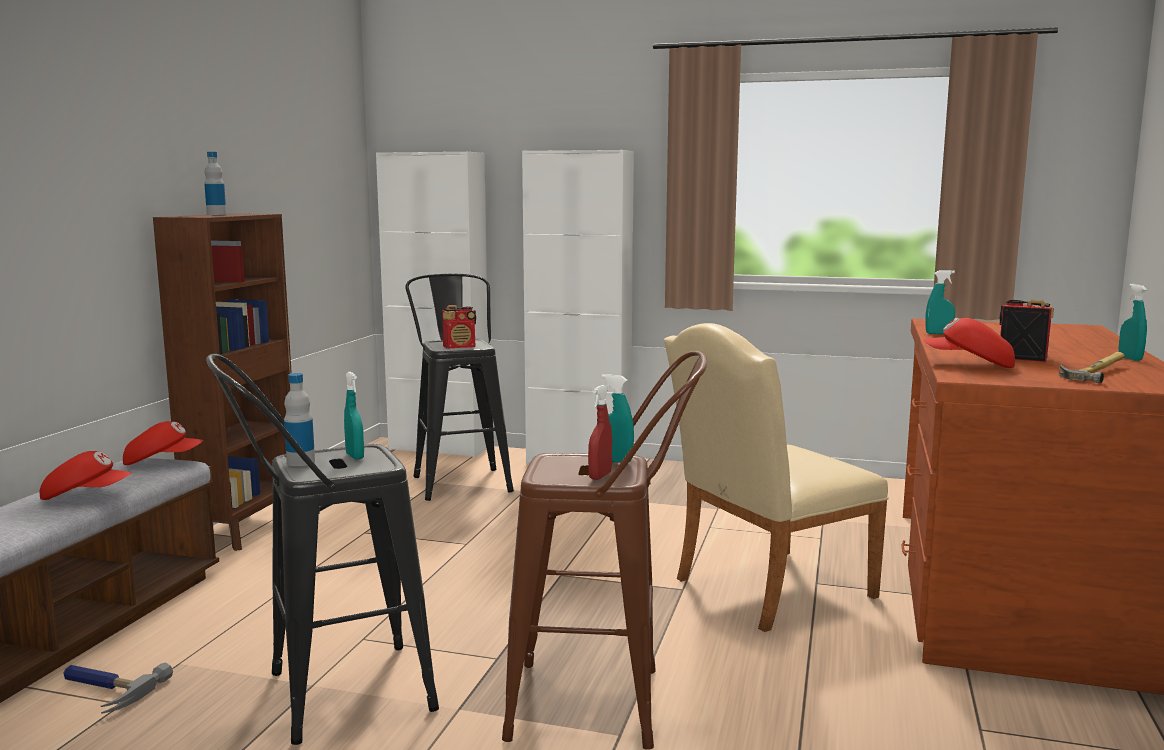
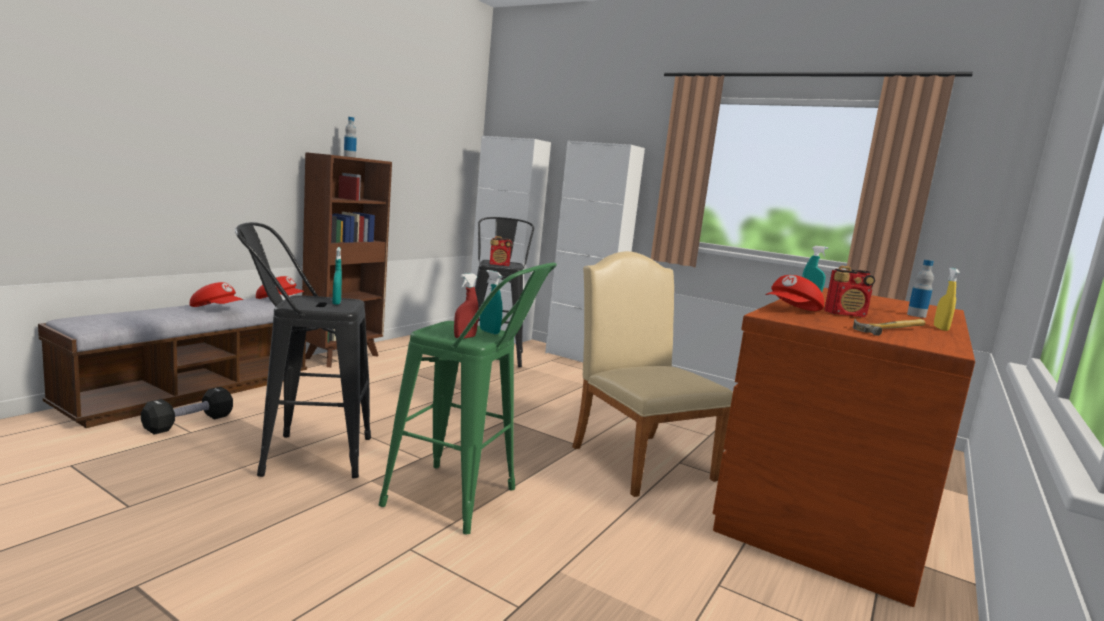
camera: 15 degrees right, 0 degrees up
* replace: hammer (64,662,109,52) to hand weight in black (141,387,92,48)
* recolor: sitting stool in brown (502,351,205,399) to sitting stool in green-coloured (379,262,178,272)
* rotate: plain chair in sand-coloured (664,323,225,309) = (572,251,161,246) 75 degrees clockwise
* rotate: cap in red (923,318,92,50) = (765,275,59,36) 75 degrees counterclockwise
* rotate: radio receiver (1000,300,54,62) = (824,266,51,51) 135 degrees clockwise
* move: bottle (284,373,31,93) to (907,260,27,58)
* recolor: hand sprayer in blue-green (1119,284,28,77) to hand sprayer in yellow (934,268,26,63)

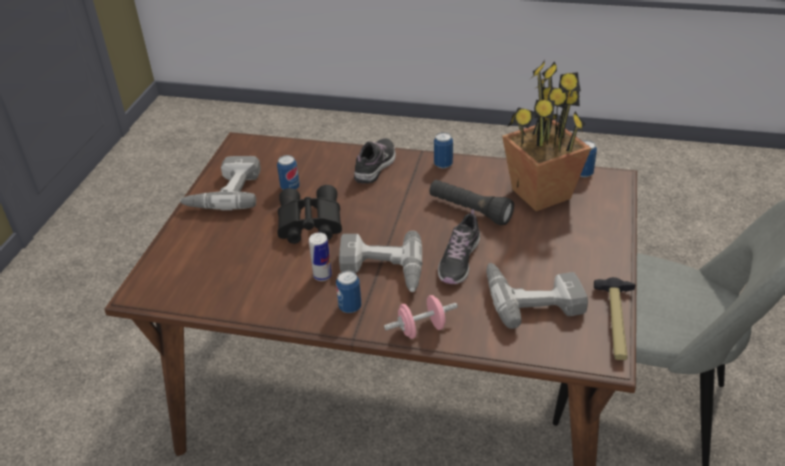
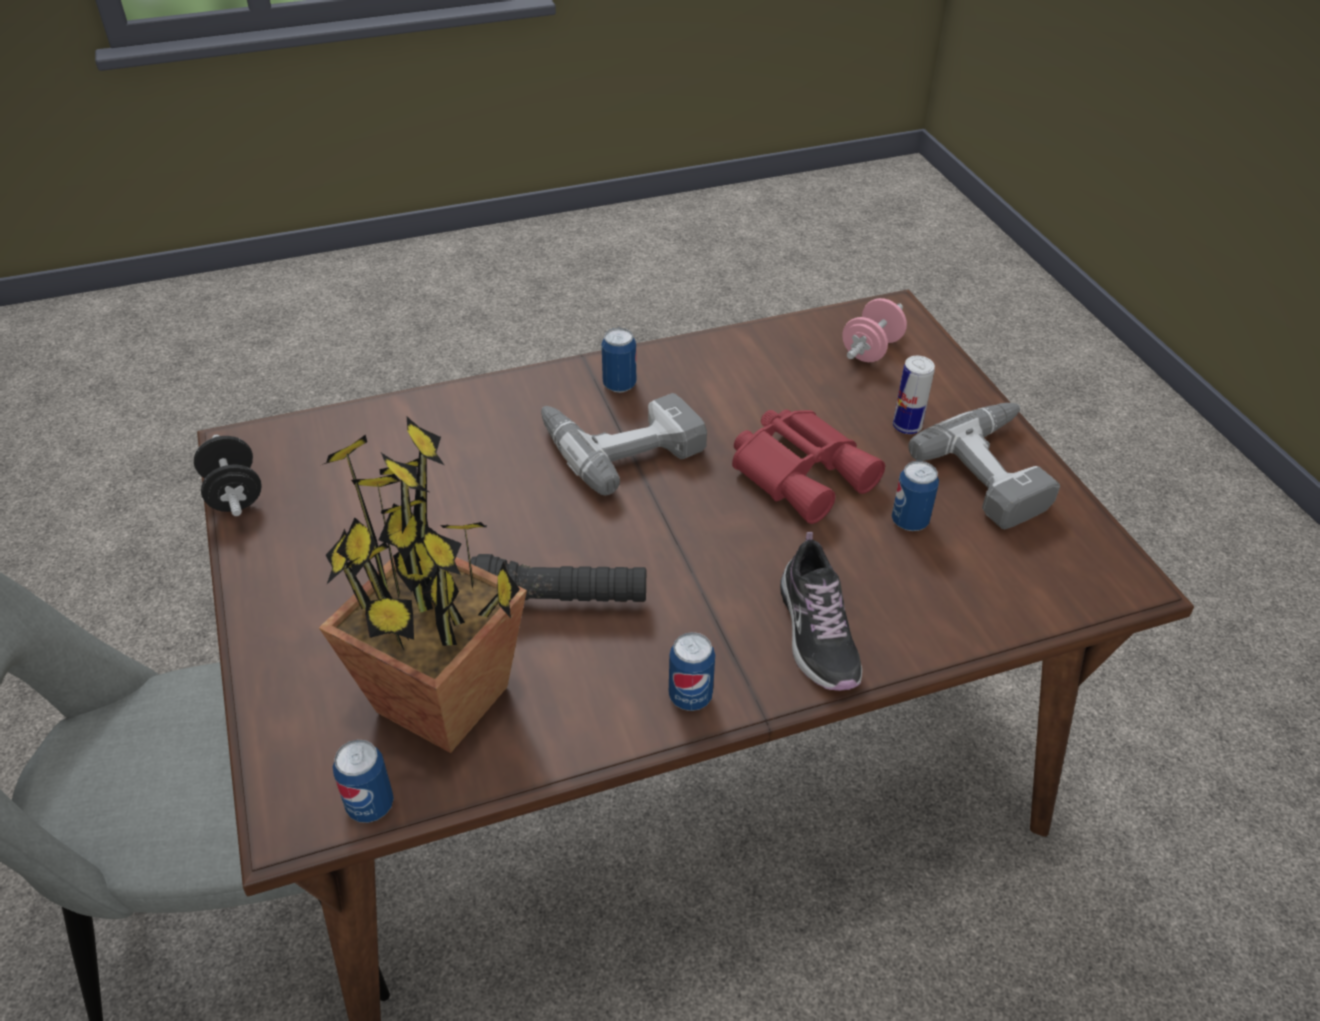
camera: 145 degrees right, 5 degrees up
* replace: hammer (594,277,41,83) to hand weight in black (194,434,68,82)
* recolor: pair of binoculars in black (277,185,65,59) to pair of binoculars in red (732,409,153,115)
* move: hand weight in pink (384,295,74,44) to (842,298,65,64)
* move: metal can (309,232,23,49) to (893,356,42,78)
* delete: item of footwear (438,209,42,75)
* delete: power drill (486,263,102,66)

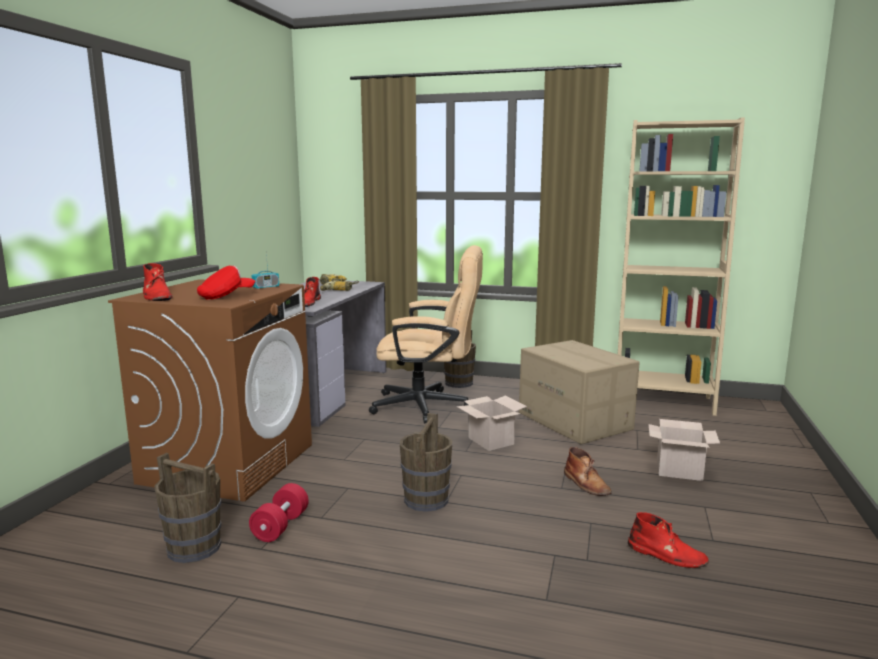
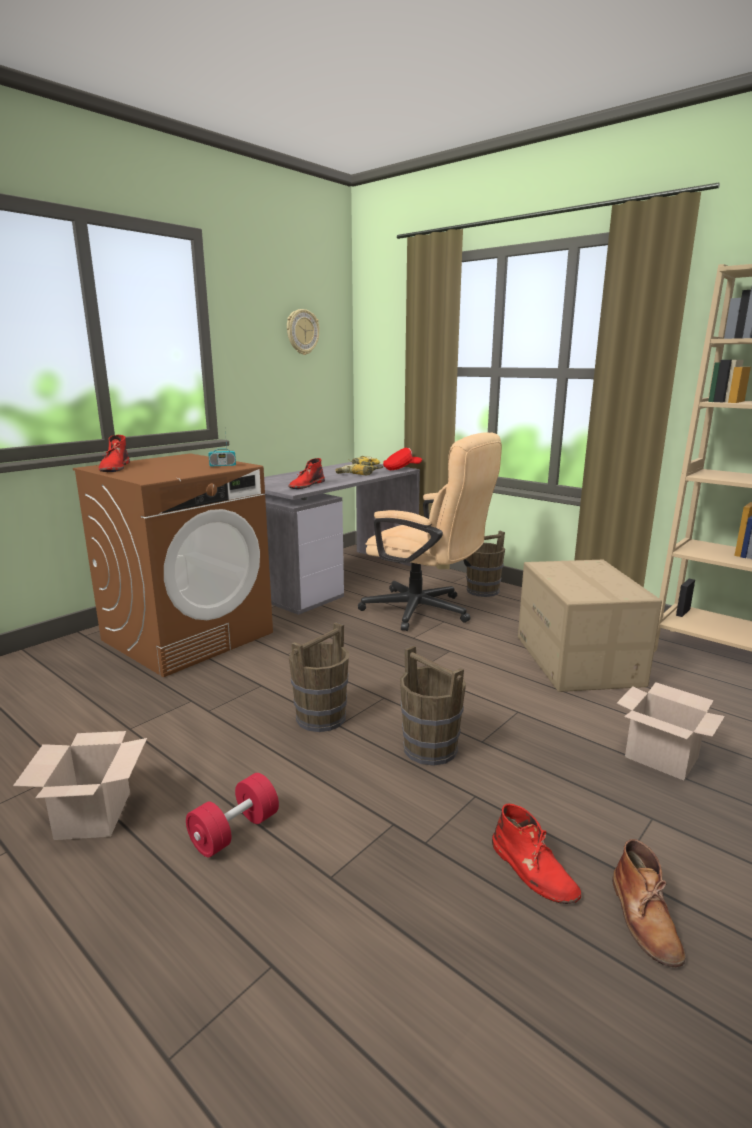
camera: 25 degrees right, 5 degrees up
* move: cardboard box (456,396,71,55) to (13,731,134,109)
* move: hand weight in red (249,483,60,59) to (186,773,93,84)
* insert: clock on the wall (287,309,33,46)
* move: cap in red (197,266,58,34) to (383,448,39,22)
* move: pail in brown (154,453,67,110) to (400,645,66,121)
* move: high-top boot in brown (564,447,48,49) to (612,839,74,128)

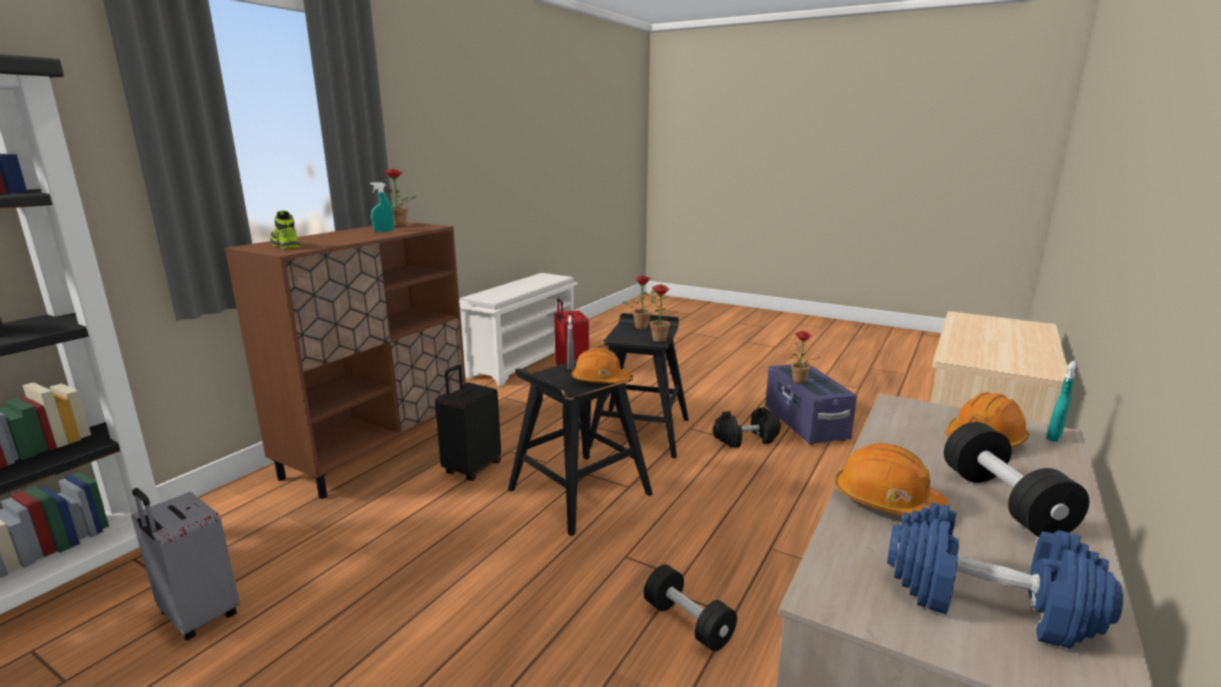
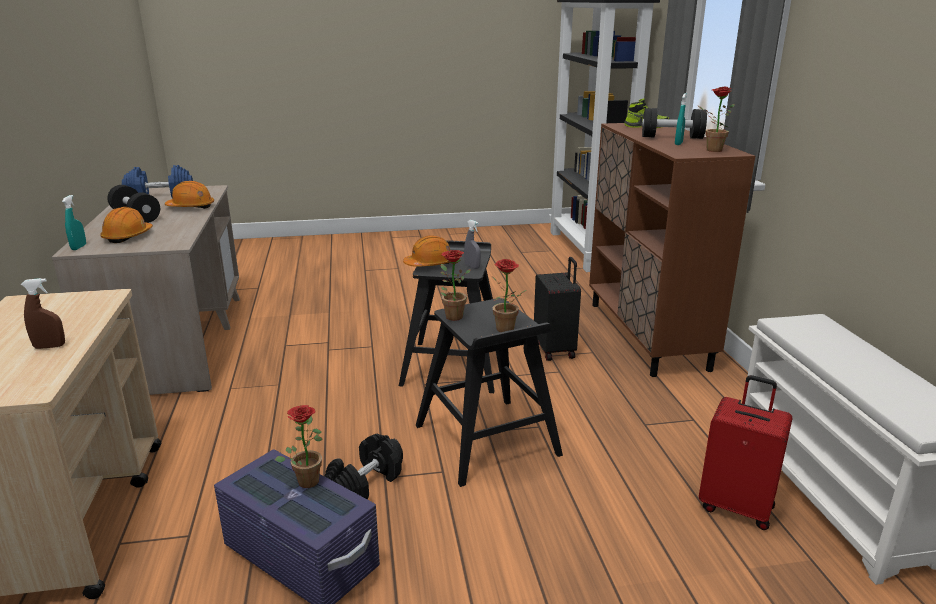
camera: 140 degrees right, 5 degrees up
* insert: hand sprayer in brown (21,278,44,71)
* move: hand weight in black (644,564,93,87) to (642,108,65,31)
* delete: piece of luggage in gray (131,488,109,152)

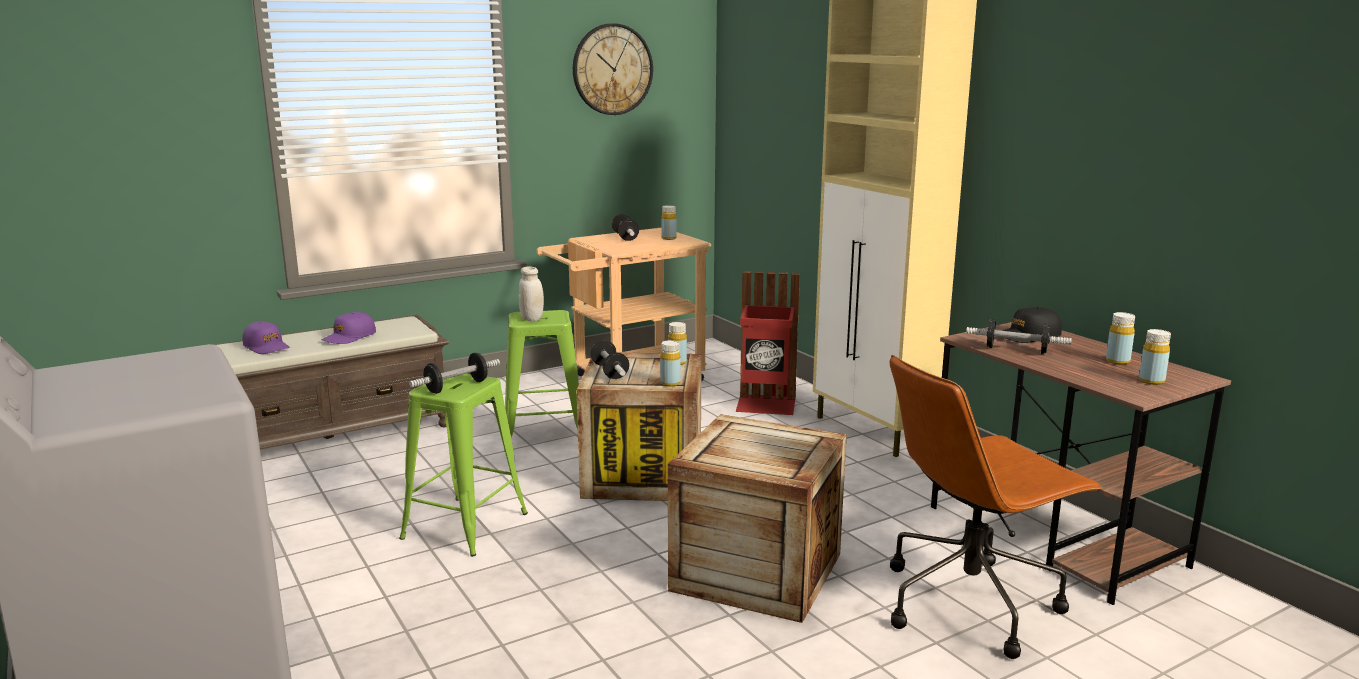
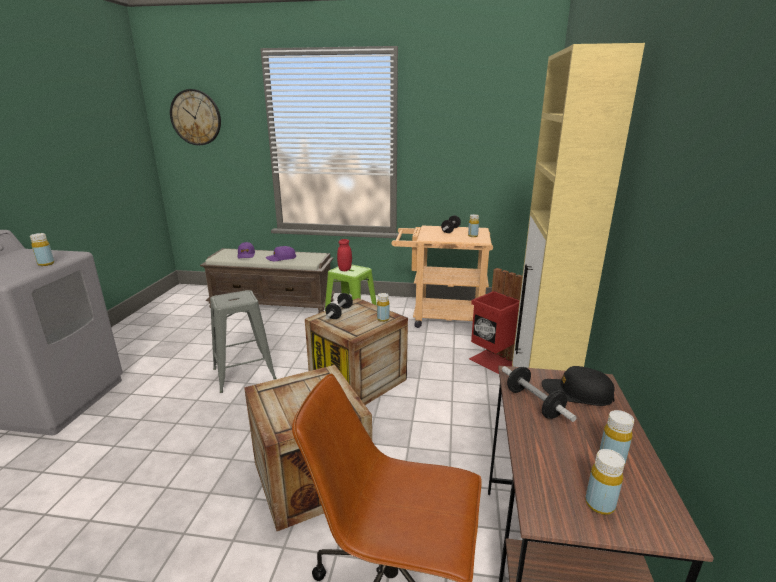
camera: 40 degrees right, 5 degrees up
* move: bottle in yellow (660,340,21,47) to (30,233,24,33)
* move: clock on the wall (573,23,80,92) to (170,89,51,56)
* recolor: sitting stool in green-coloured (399,374,129,183) to sitting stool in gray (210,290,66,103)
* recolor: storage jar in whitish (519,266,25,55) to storage jar in red (337,239,15,32)
* delete: hand weight (409,353,91,41)

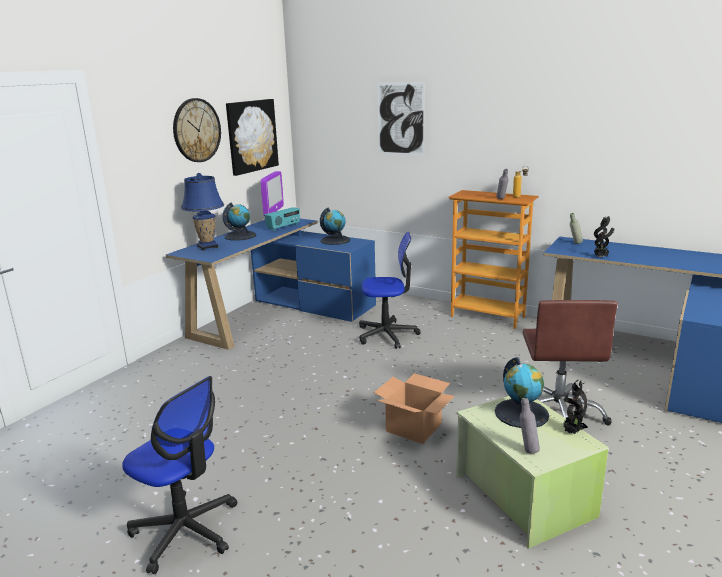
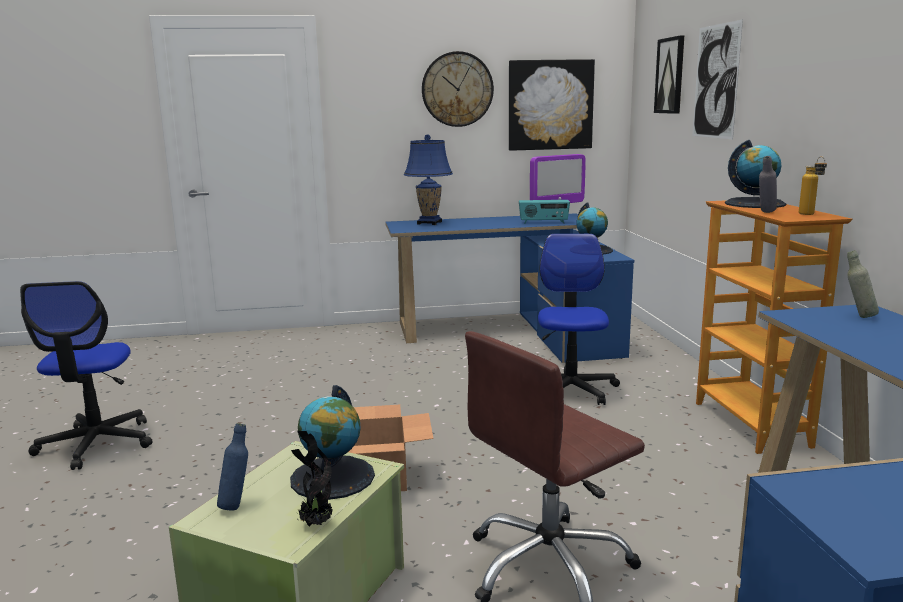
camera: 50 degrees right, 5 degrees down
* recolor: bottle in gray (520,398,20,55) to bottle in blue (217,423,31,87)
* rotate: desk chair (359,232,62,117) = (538,234,82,171) 135 degrees counterclockwise
* insert: picture (654,35,30,79)
* move: globe (223,203,33,38) to (725,140,61,68)
* delete: houseplant (594,216,21,42)

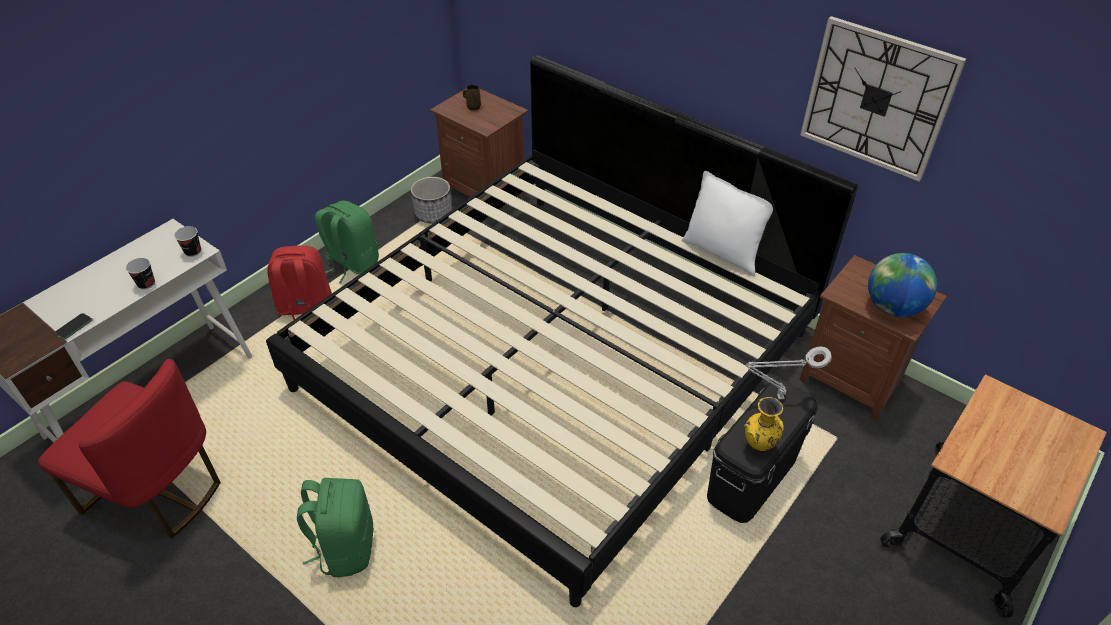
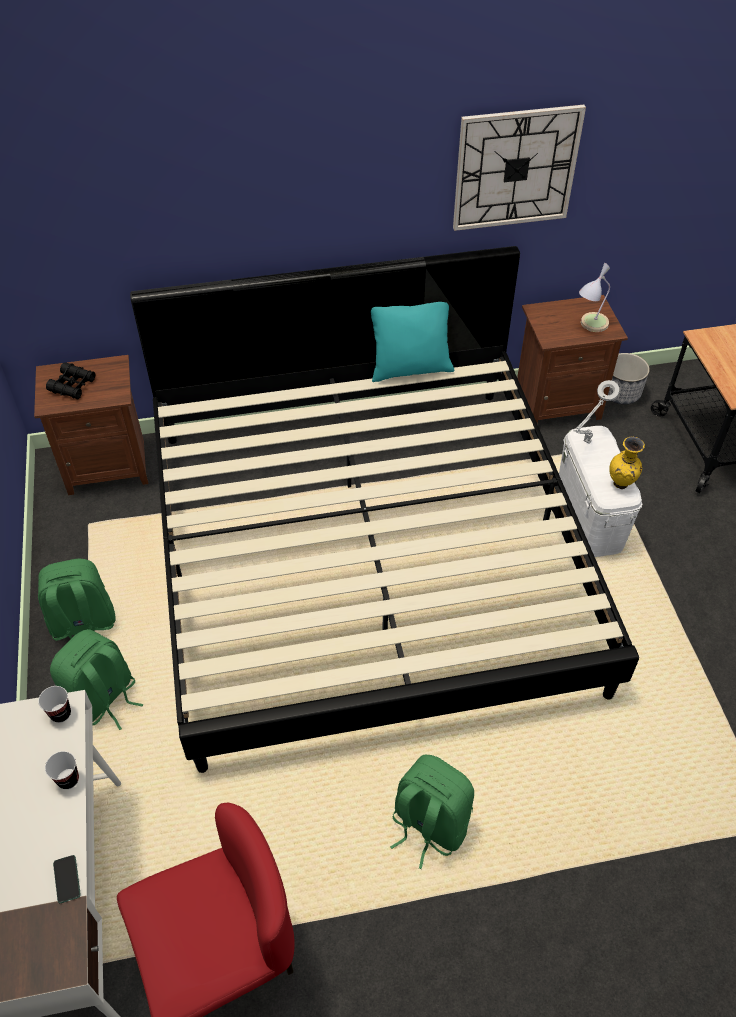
camera: 50 degrees left, 5 degrees up
* replace: mug in brown (463,84,18,26) to pair of binoculars in black (46,362,49,37)
* recolor: knapsack in red (267,245,65,75) to knapsack in green-coloured (50,629,93,101)
* recolor: throw pillow in whitish (682,171,91,105) to throw pillow in blue-green (371,302,83,80)
* recolor: storage container in black (707,380,111,143) to storage container in whitish (559,426,84,131)
* replace: globe (868,253,69,64) to table lamp (579,263,31,69)
* move: flower pot (411,177,41,46) to (608,353,42,51)

